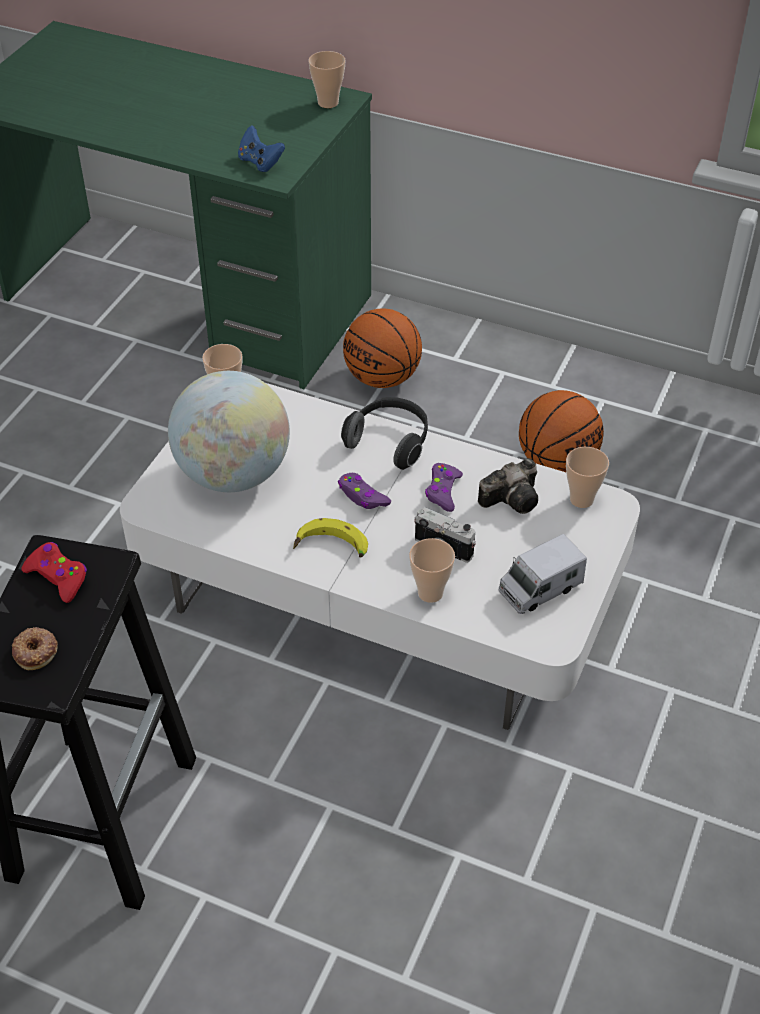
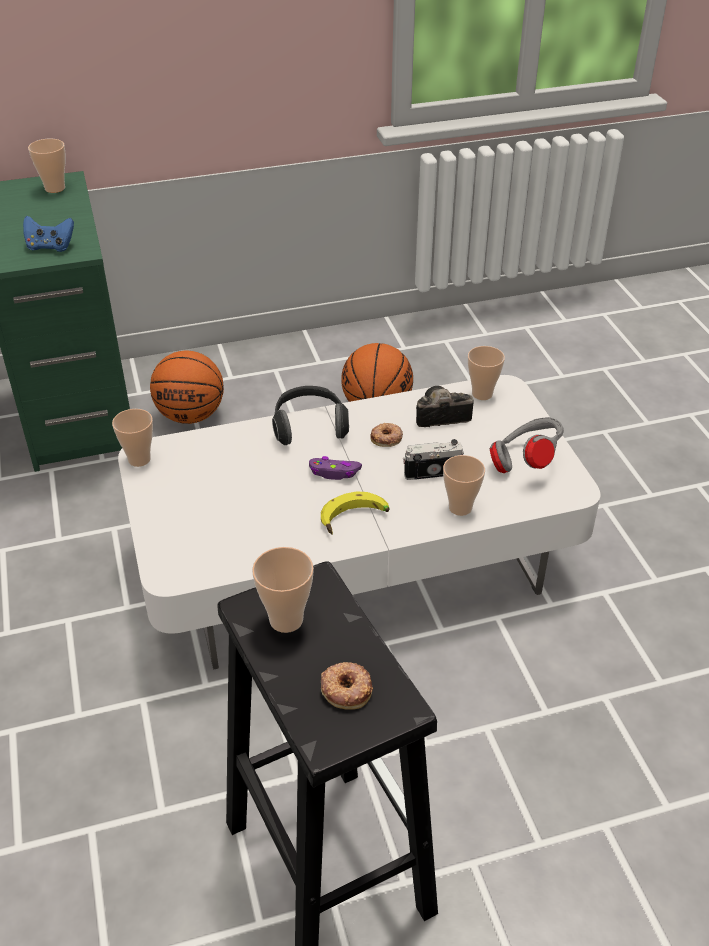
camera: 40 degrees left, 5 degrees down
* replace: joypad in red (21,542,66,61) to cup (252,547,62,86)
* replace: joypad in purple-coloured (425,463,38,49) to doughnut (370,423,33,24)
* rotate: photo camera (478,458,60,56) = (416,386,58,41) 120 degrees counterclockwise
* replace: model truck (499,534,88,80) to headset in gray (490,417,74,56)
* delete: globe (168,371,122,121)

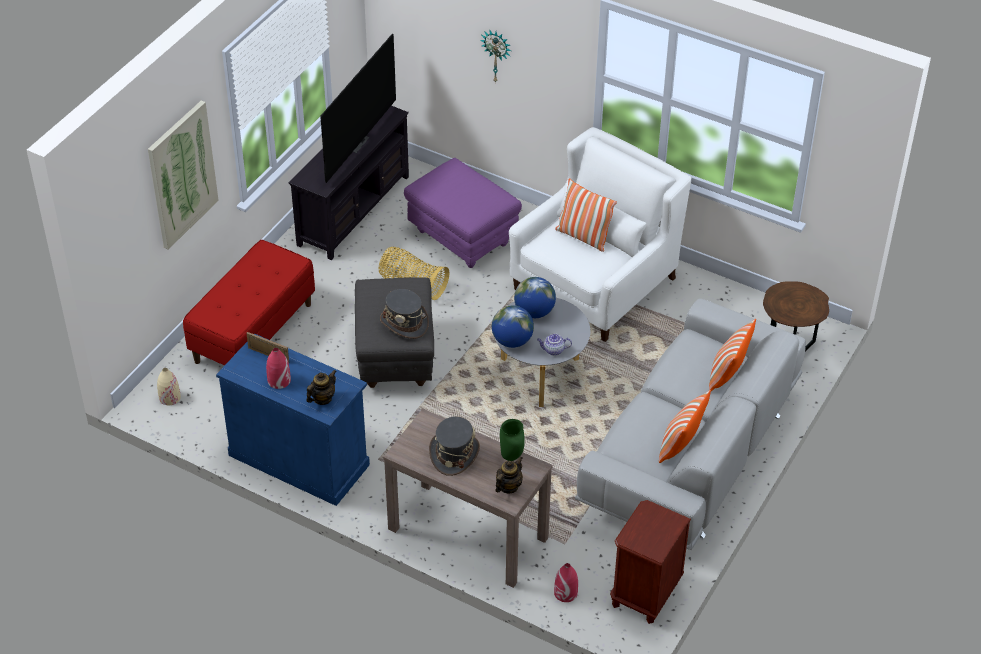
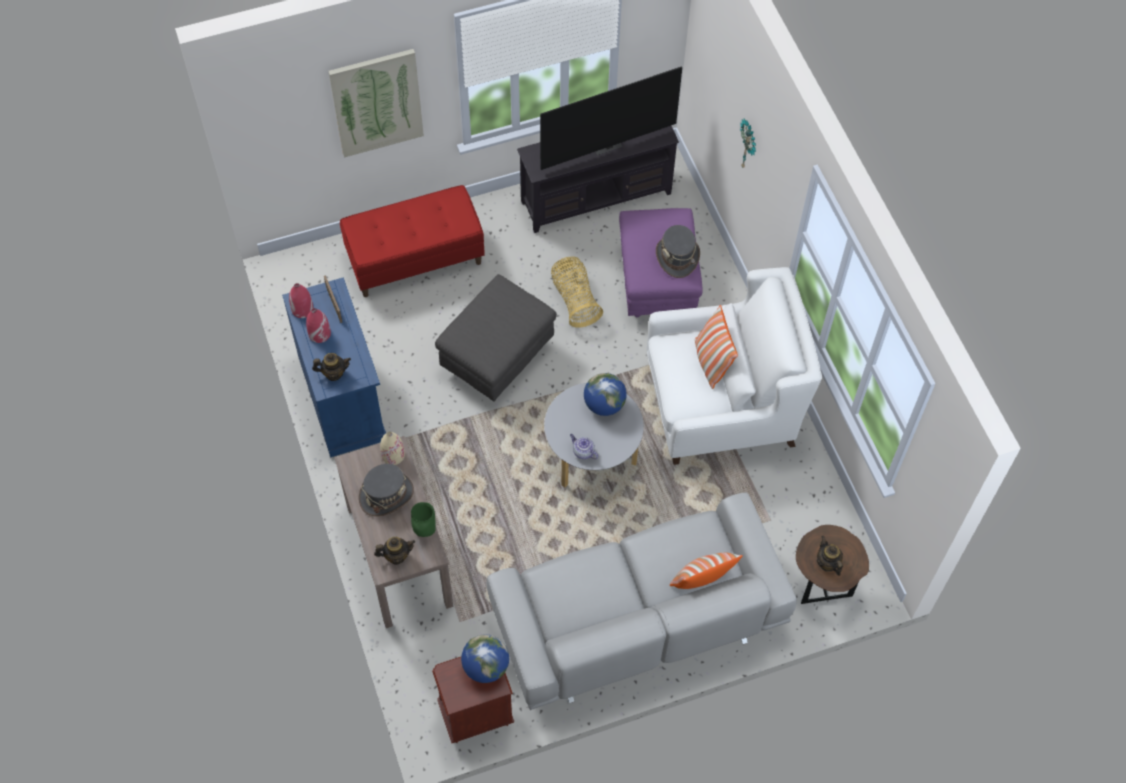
camera: 40 degrees right, 15 degrees up
* move: decorative vase in red (554,563,24,39) to (289,283,25,35)
* move: decorative vase in sand-coloured (157,368,24,37) to (380,432,25,33)
* move: globe (492,305,42,43) to (461,634,48,49)
* move: clothing hat in gray (380,289,49,50) to (656,225,44,53)
* insert: teapot (817,536,26,40)
* delete: throw pillow (659,390,52,73)

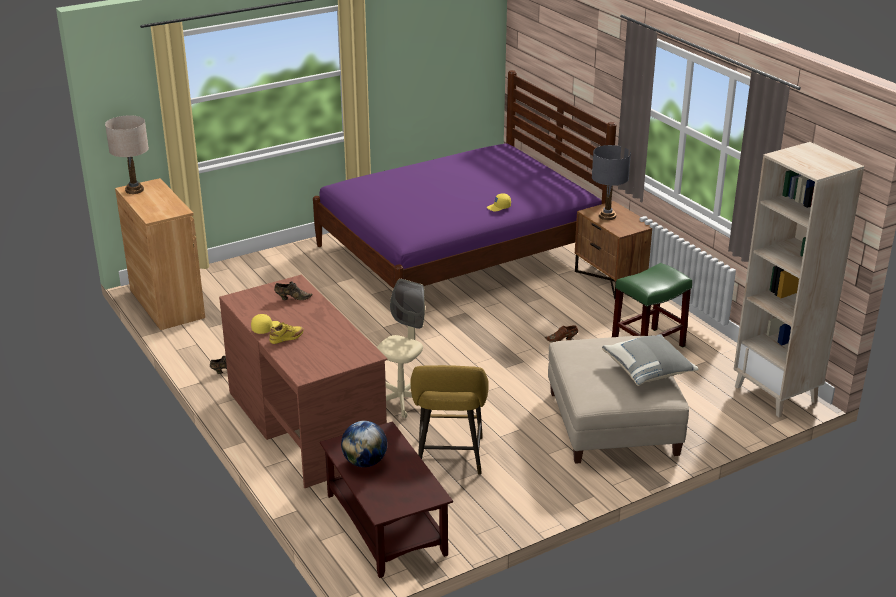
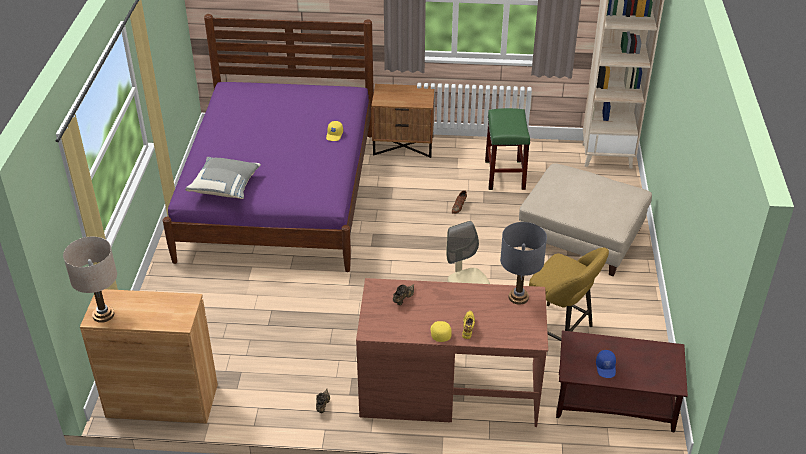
camera: 55 degrees left, 10 degrees up
* move: throw pillow in gray (602,334,96,52) to (185,157,76,42)
* move: table lamp in gray (592,145,39,75) to (500,222,47,83)
* replace: globe (341,421,46,46) to cap in blue (596,350,20,28)

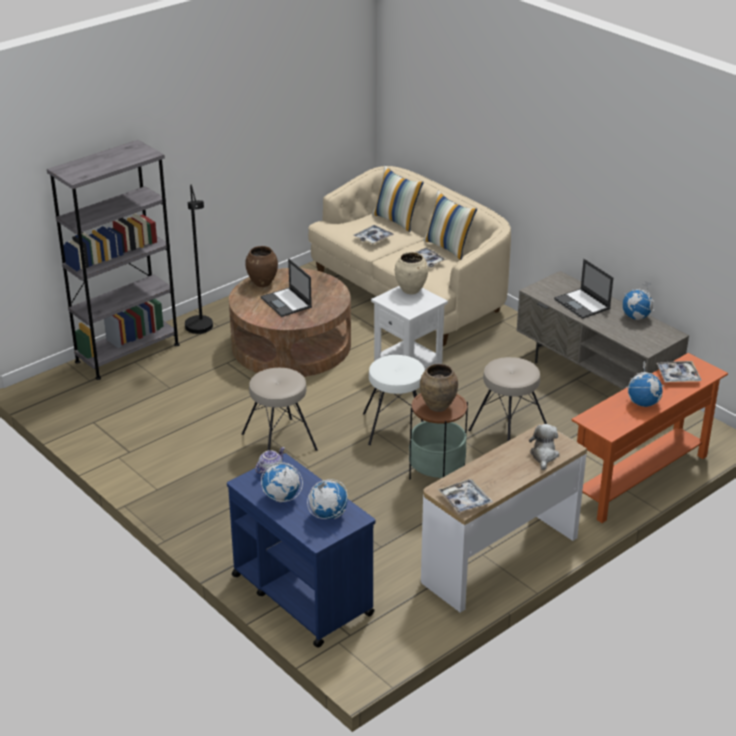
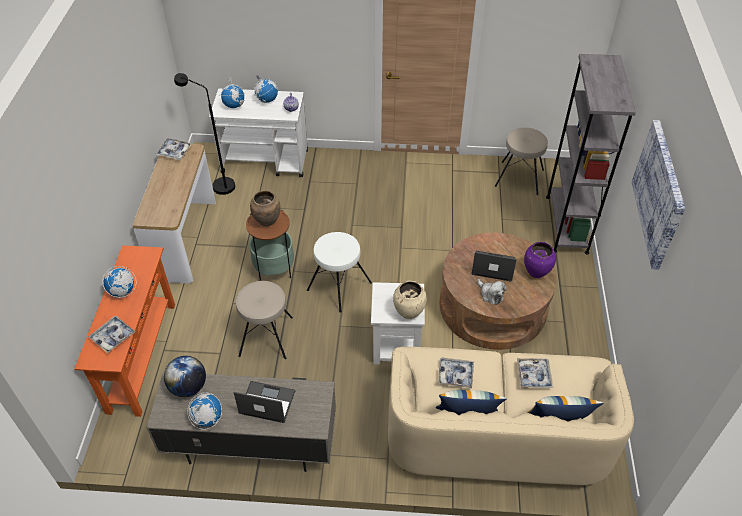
camera: 135 degrees right, 15 degrees up
* insert: globe (164,356,42,41)
* move: floor lamp in black (185,185,28,149) to (174,73,61,122)
* recolor: trolley in blue (227,453,148,195) to trolley in whitish (209,89,99,88)
* move: soft toy (529,424,30,46) to (477,279,30,26)
* move: sitting stool in sand-coloured (242,368,76,83) to (495,127,53,68)
* recolor: decorative vase in brown (245,246,33,41) to decorative vase in purple-coloured (524,242,32,36)
* insert: picture (632,120,53,150)

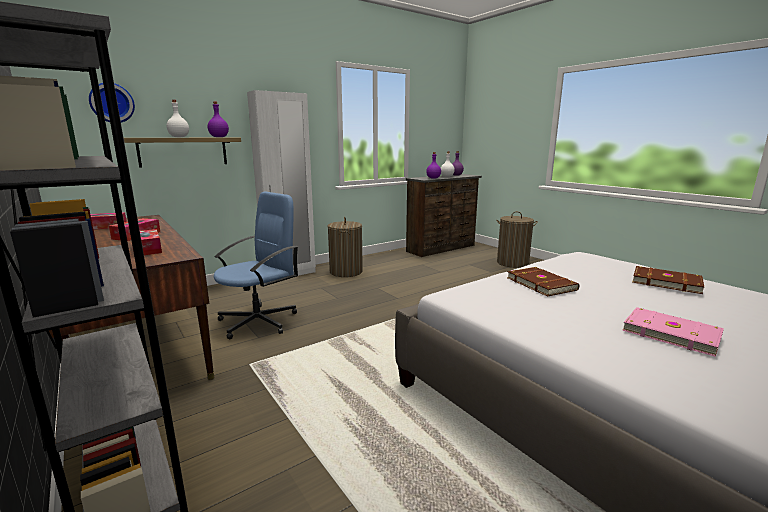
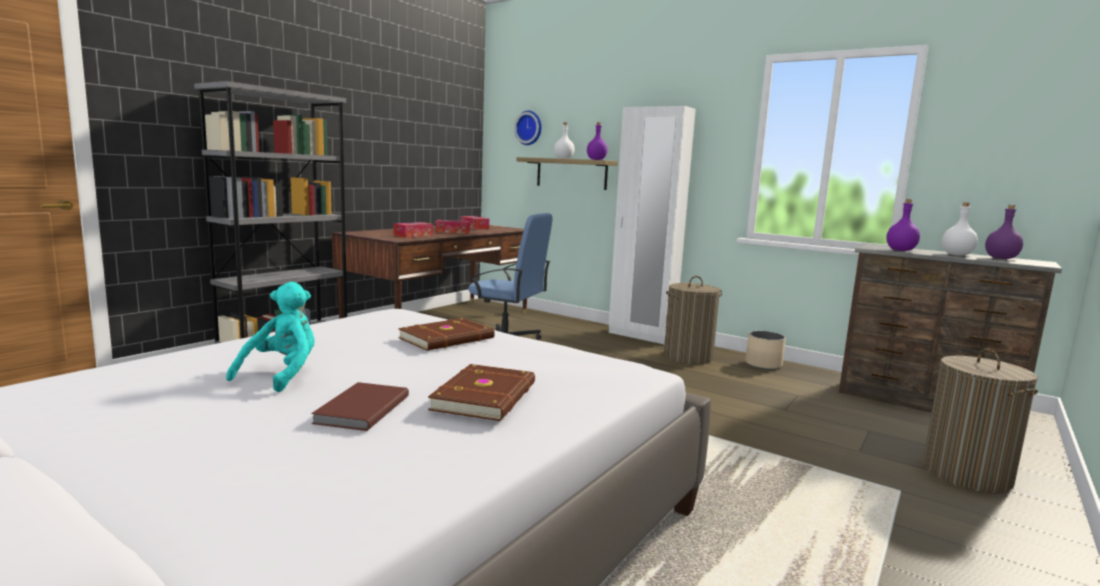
camera: 70 degrees right, 5 degrees down
* replace: volume in pink (622,307,102,50) to soft toy in blue-green (226,282,89,110)
* insert: volume in brown (311,382,98,49)
* insert: flower pot in sand-coloured (745,331,41,39)

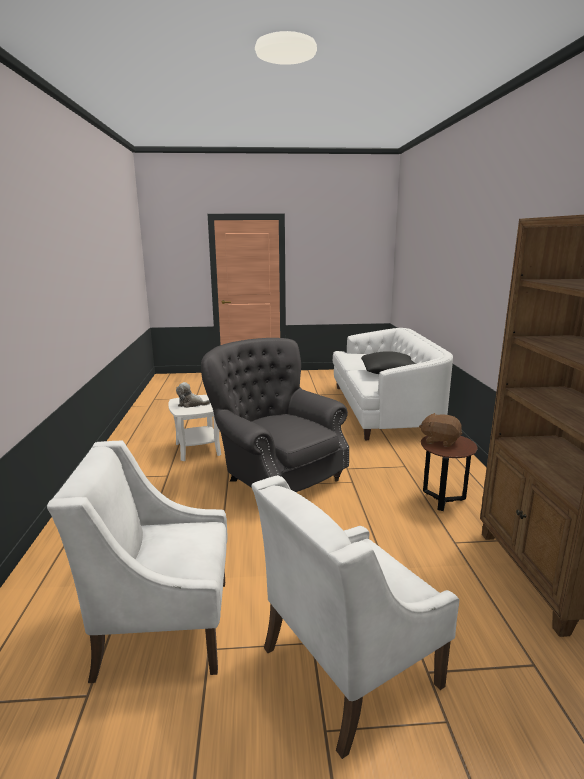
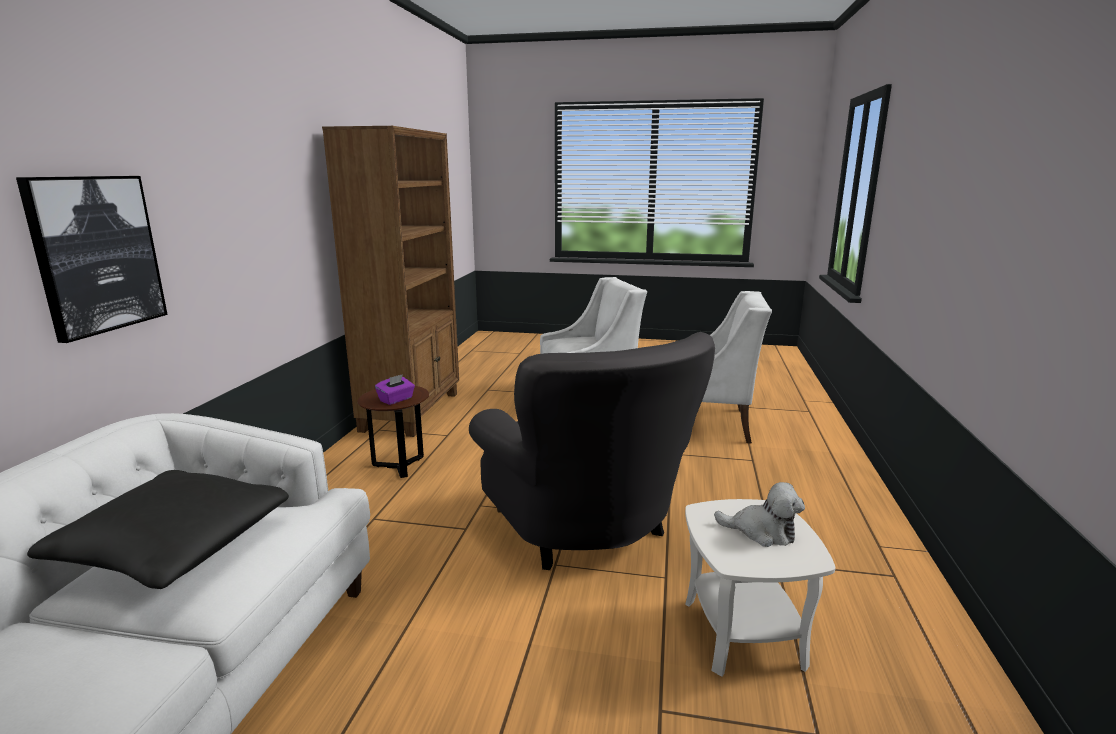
camera: 165 degrees left, 0 degrees up
* insert: picture (16,176,152,167)
* replace: soft toy in brown (419,413,43,34) to box of tissues in purple-coloured (375,374,40,31)

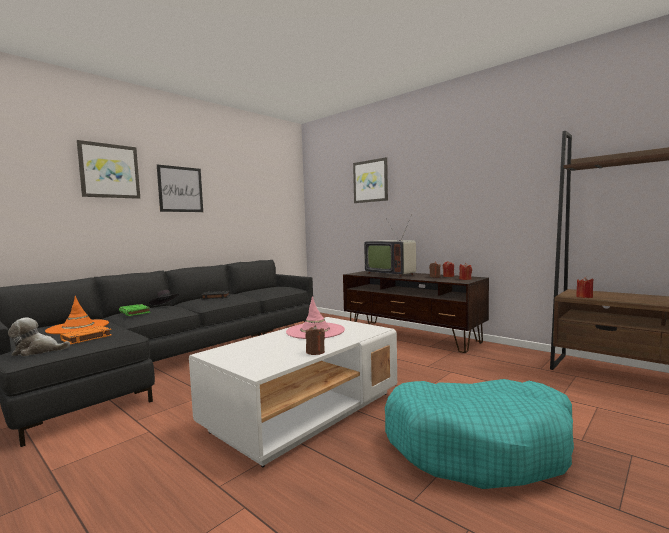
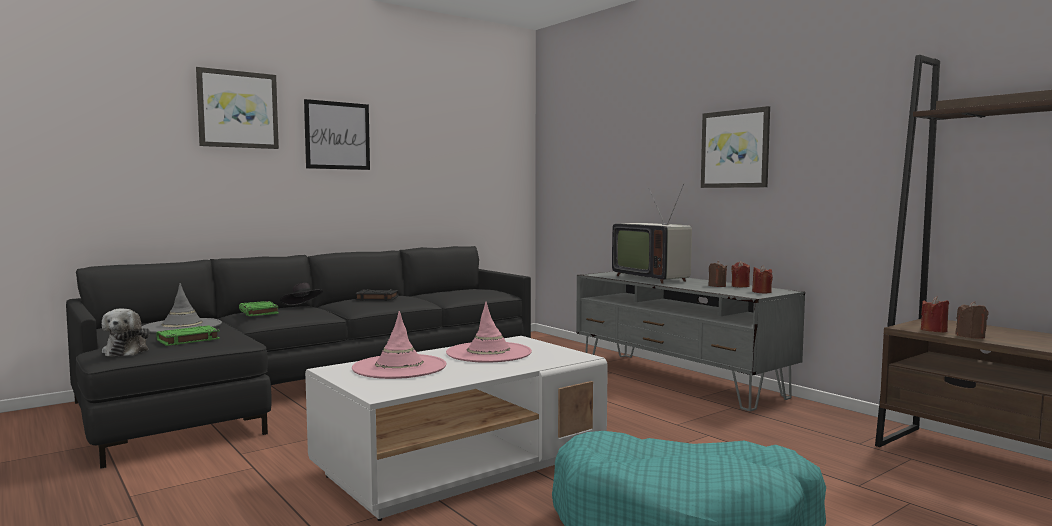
camera: 10 degrees right, 0 degrees up
* rotate: soft toy (8,317,62,39) = (102,308,48,49) 105 degrees counterclockwise
* recolor: clothing hat in orange (45,296,64,38) to clothing hat in gray (142,283,80,50)
* recolor: volume in orange (60,326,52,19) to volume in green-coloured (156,325,64,21)
* insert: clothing hat in pink (352,311,95,68)
* recolor: media console in brown (343,271,146,82) to media console in gray (576,271,229,140)
* move: picture (353,157,35,46) to (701,106,69,82)
* move: candle in brown (305,325,20,30) to (955,301,34,38)

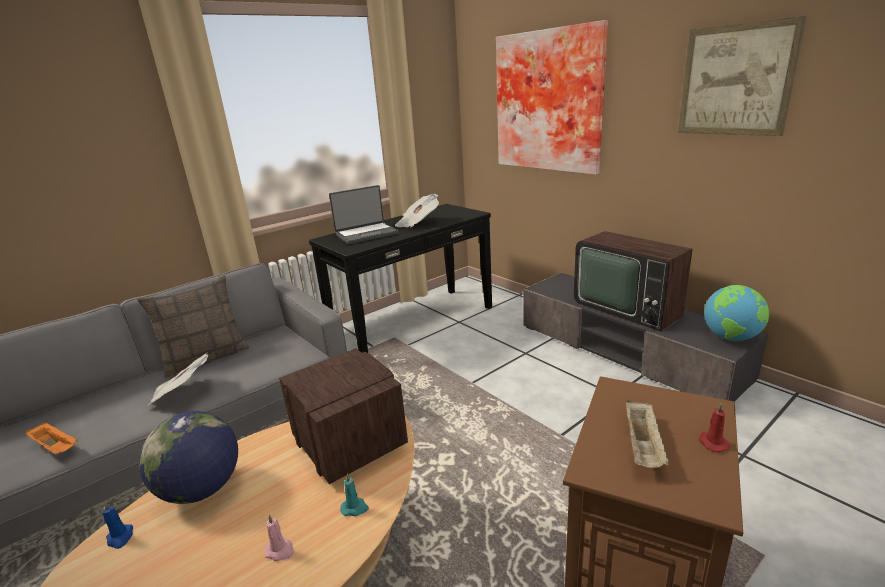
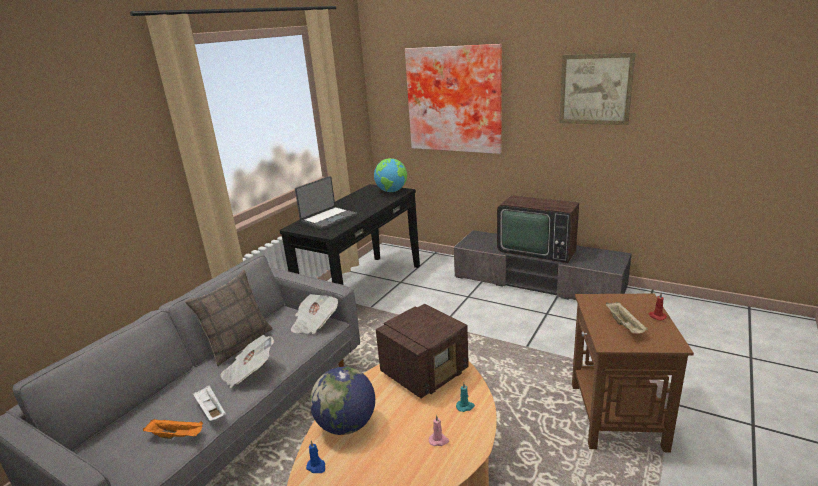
camera: 20 degrees left, 0 degrees up
* insert: tray in whitish (193,385,33,36)
* move: newspaper (395,194,44,34) to (291,294,47,40)
* move: globe (704,285,65,56) to (374,158,33,34)
* rotate: radio receiver (279,348,129,136) = (376,304,93,94) 105 degrees clockwise

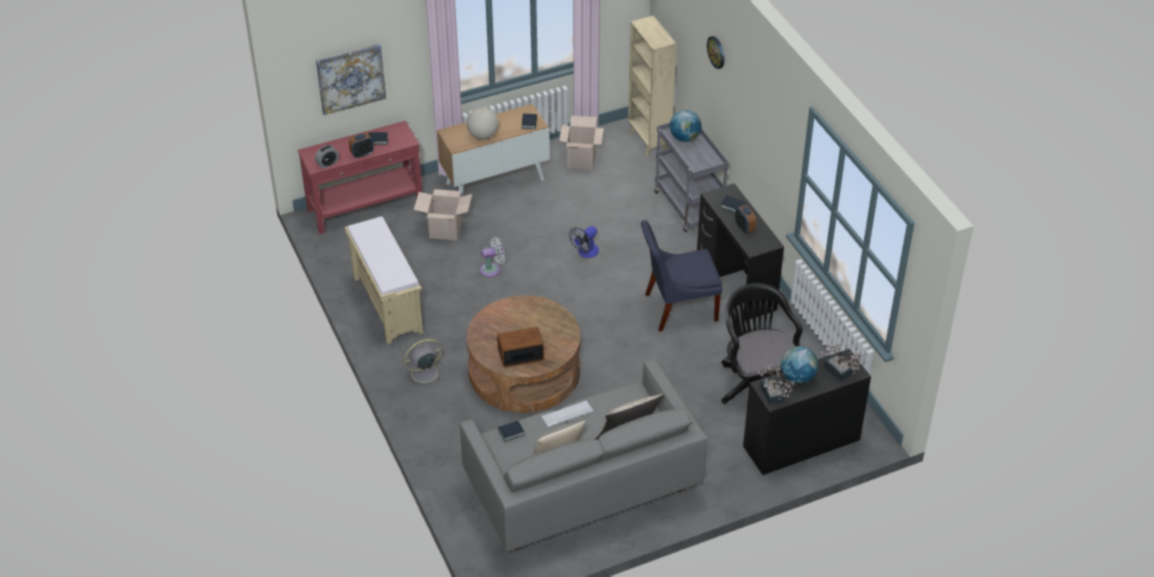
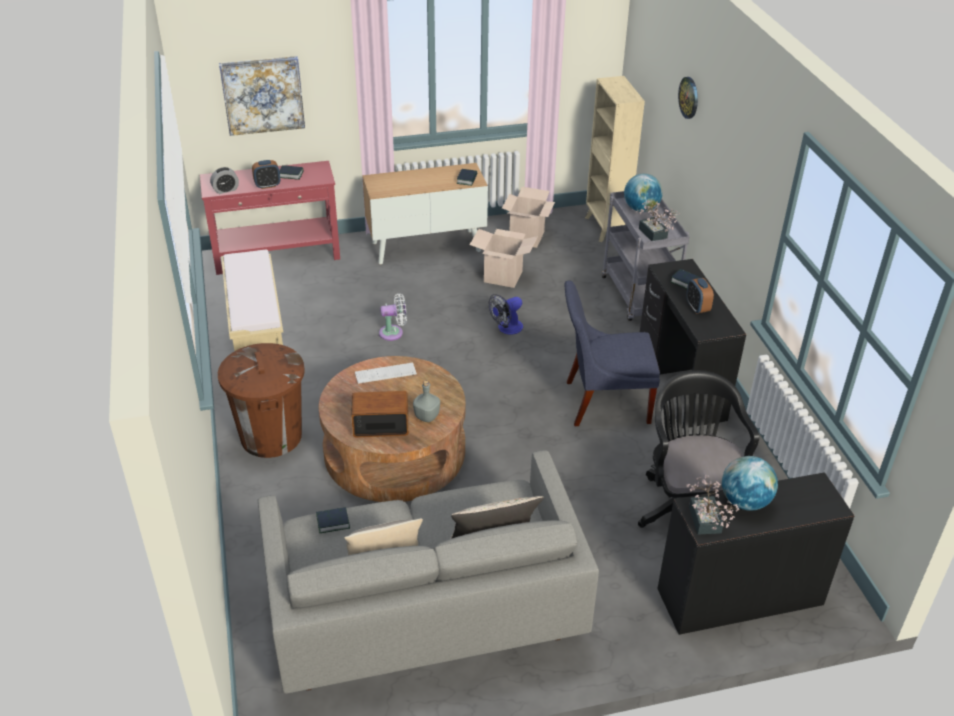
camera: 10 degrees right, 5 degrees down
* replace: cooling fan in gray (404,339,43,50) to waste bin in brown (218,343,87,115)
* move: PC keyboard (541,400,52,27) to (355,363,62,21)
* insert: bottle in gray (413,381,27,41)
* move: cardboard box (414,189,58,52) to (470,229,68,59)
* move: houseplant (820,342,44,39) to (635,201,45,40)
* delete: globe (467,108,32,32)

